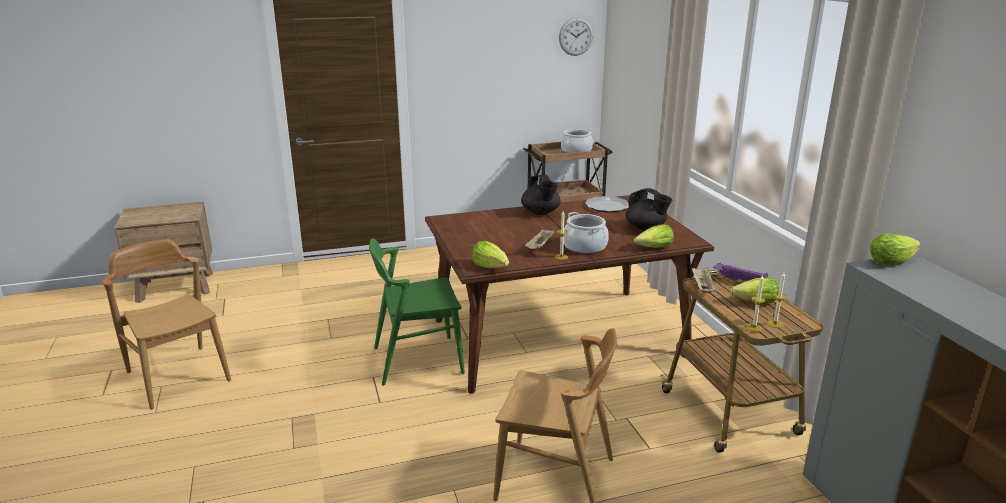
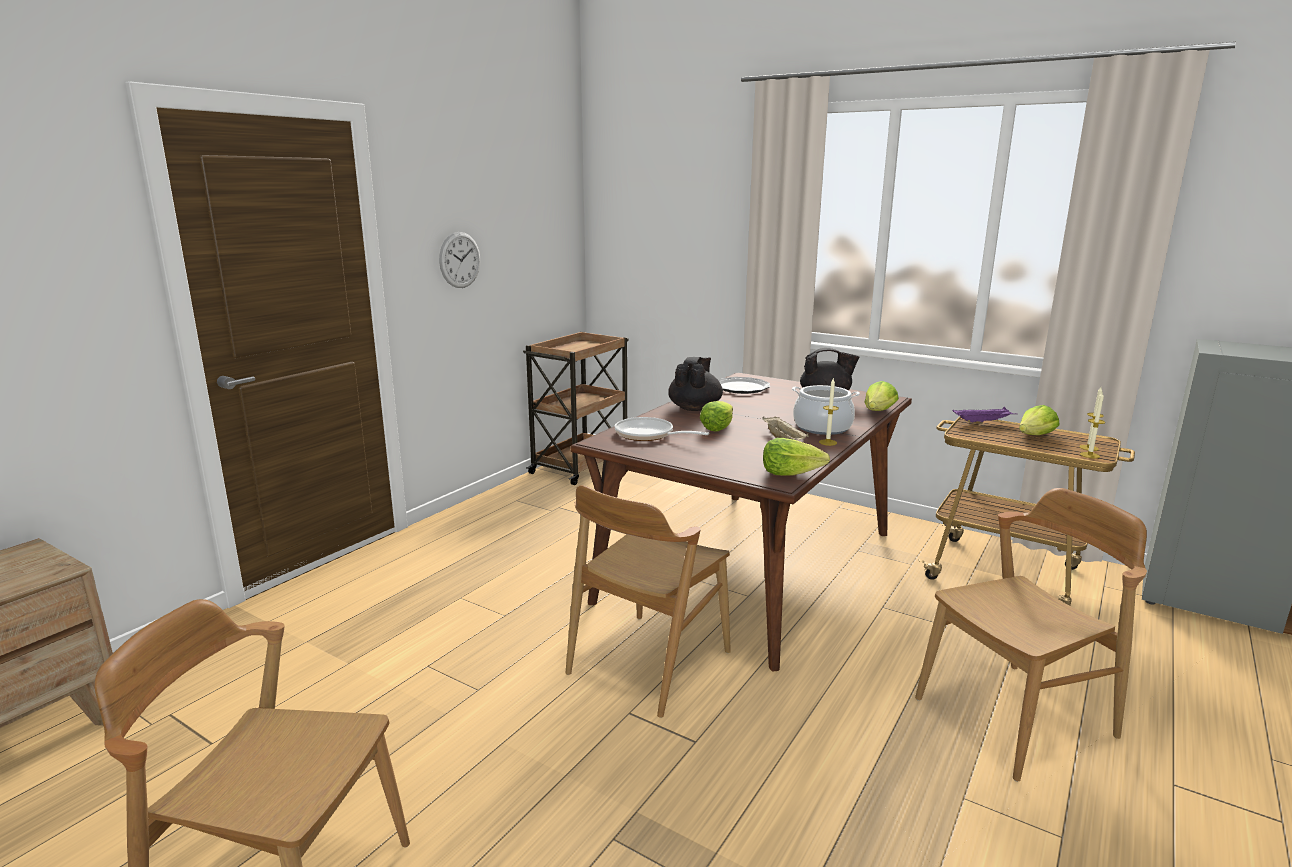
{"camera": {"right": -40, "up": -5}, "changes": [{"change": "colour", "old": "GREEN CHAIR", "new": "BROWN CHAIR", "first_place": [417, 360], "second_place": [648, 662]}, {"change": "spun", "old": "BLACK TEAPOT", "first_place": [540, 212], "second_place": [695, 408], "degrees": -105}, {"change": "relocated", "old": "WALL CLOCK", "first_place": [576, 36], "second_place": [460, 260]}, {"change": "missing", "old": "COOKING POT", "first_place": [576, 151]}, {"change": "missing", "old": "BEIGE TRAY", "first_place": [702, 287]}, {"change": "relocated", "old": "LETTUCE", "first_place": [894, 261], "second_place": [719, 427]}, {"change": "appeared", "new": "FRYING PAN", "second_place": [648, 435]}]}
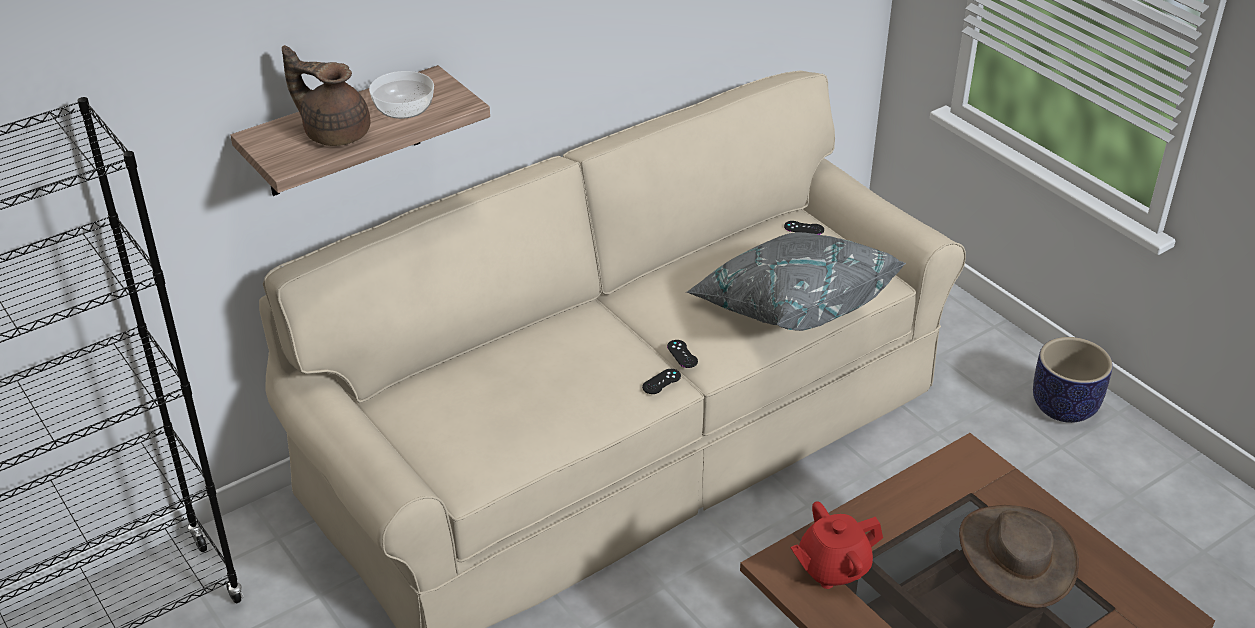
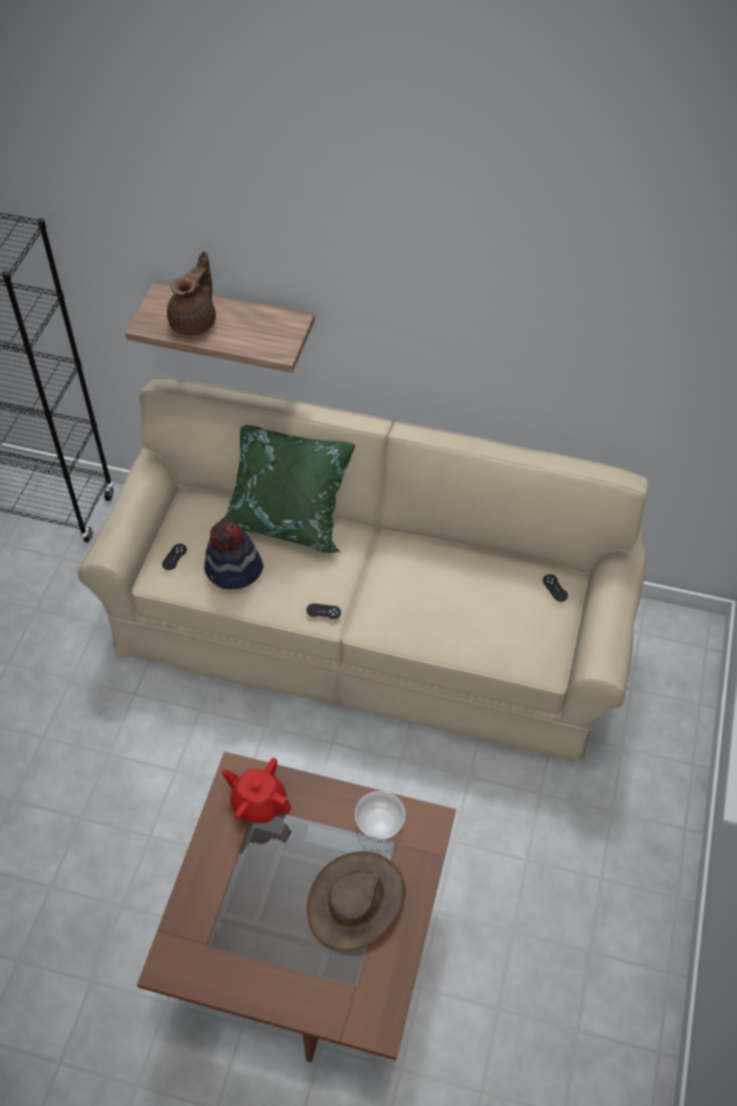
{"camera": {"right": 50, "up": 15}, "changes": [{"change": "spun", "old": "BROWN TEAPOT", "first_place": [335, 133], "second_place": [195, 322], "degrees": 45}, {"change": "relocated", "old": "BOWL", "first_place": [402, 109], "second_place": [379, 821]}, {"change": "relocated", "old": "BLACK GAME CONTROLLER", "first_place": [682, 354], "second_place": [174, 557]}, {"change": "missing", "old": "GREY PILLOW", "first_place": [790, 307]}, {"change": "missing", "old": "PLANTER", "first_place": [1065, 407]}, {"change": "appeared", "new": "HAT", "second_place": [233, 570]}, {"change": "appeared", "new": "GREEN PILLOW", "second_place": [288, 517]}]}
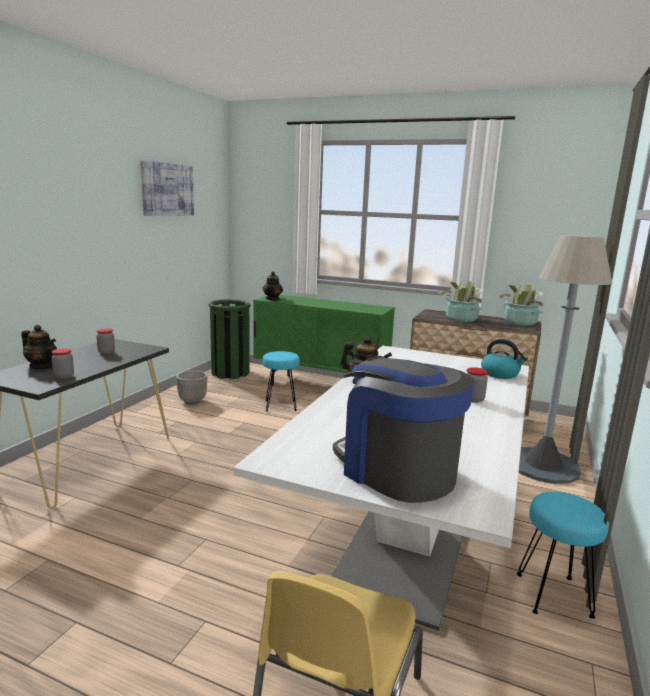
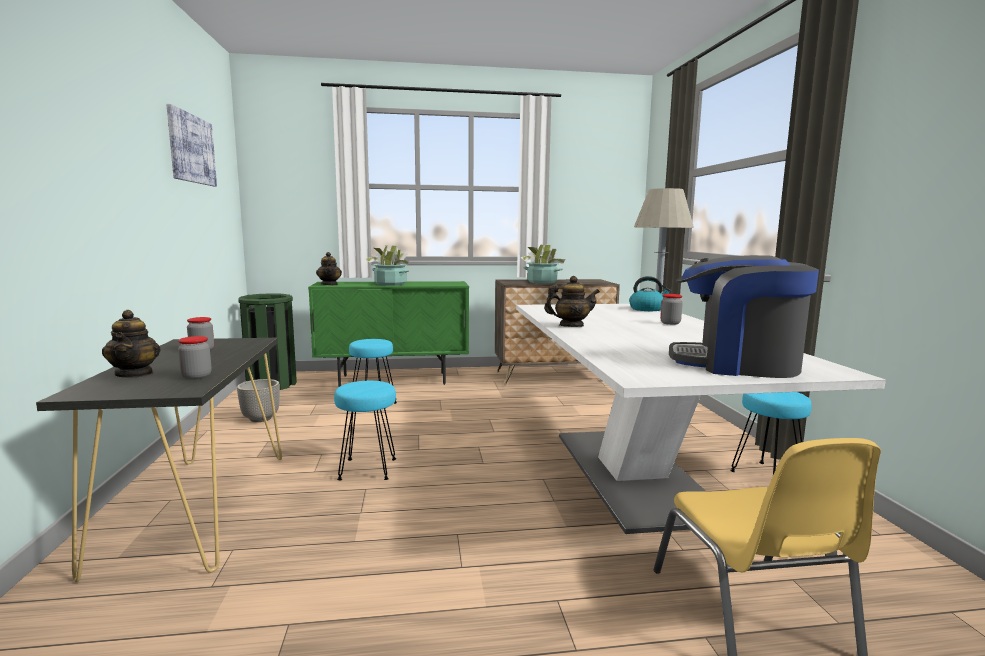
{"camera": {"right": -30, "up": -5}, "changes": [{"change": "spun", "old": "TEAPOT", "first_place": [42, 366], "second_place": [135, 374], "degrees": 75}, {"change": "relocated", "old": "POTTED PLANT", "first_place": [520, 322], "second_place": [390, 284]}, {"change": "appeared", "new": "TURQUOISE STOOL", "second_place": [368, 469]}]}
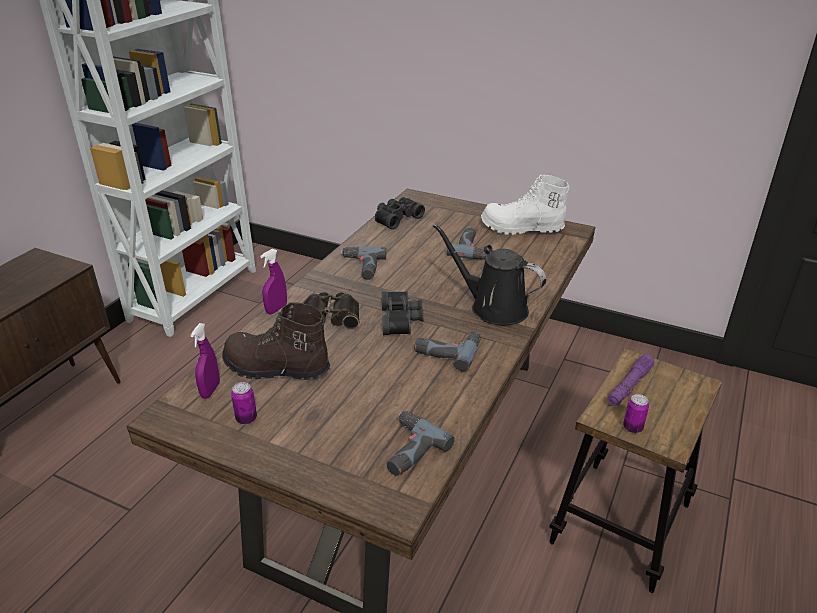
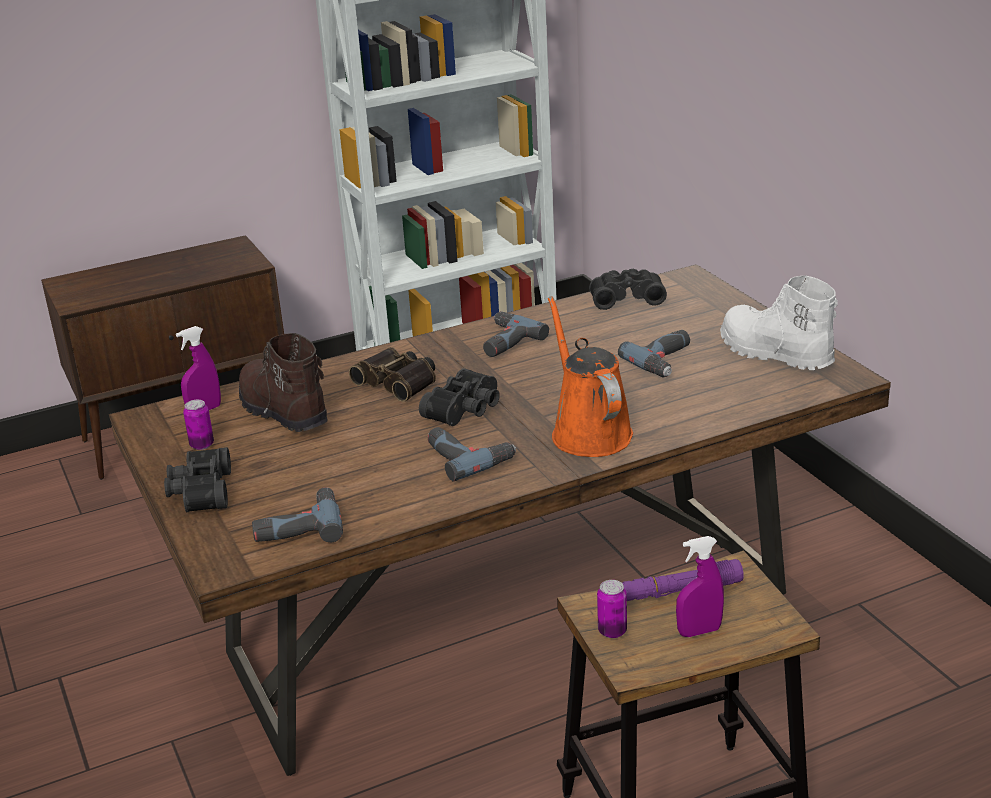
{"camera": {"right": 40, "up": -5}, "changes": [{"change": "relocated", "old": "PURPLE SPRAY BOTTLE", "first_place": [276, 309], "second_place": [699, 631]}, {"change": "colour", "old": "BLACK WATERING CAN", "new": "ORANGE WATERING CAN", "first_place": [493, 307], "second_place": [588, 432]}, {"change": "appeared", "new": "BLACK BINOCULARS", "second_place": [199, 492]}]}
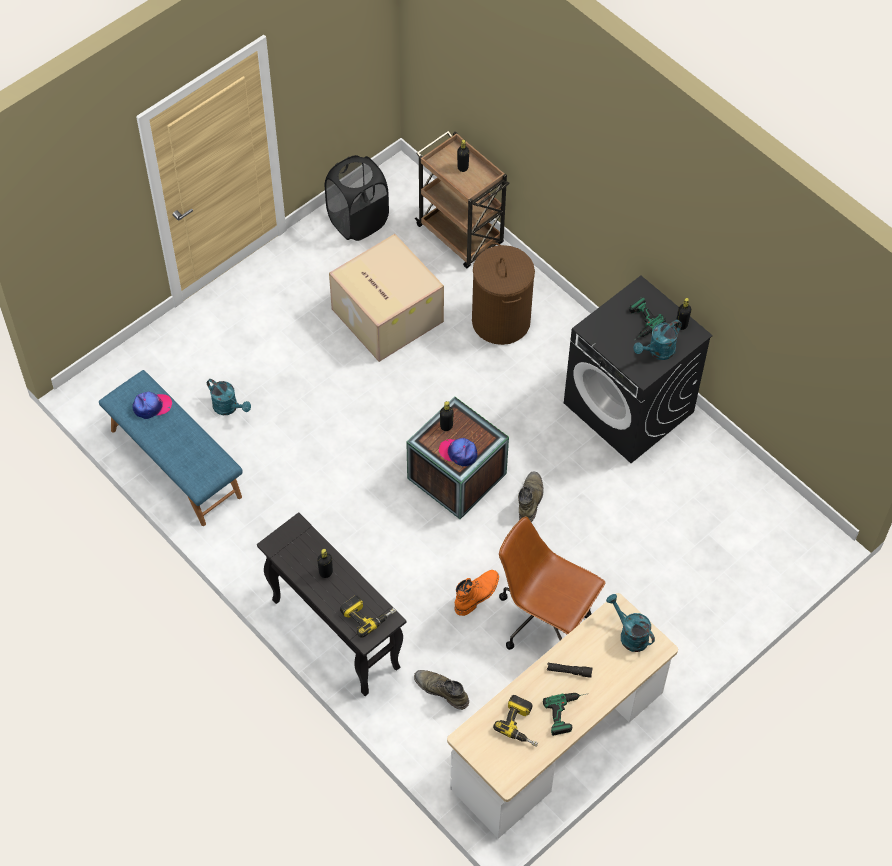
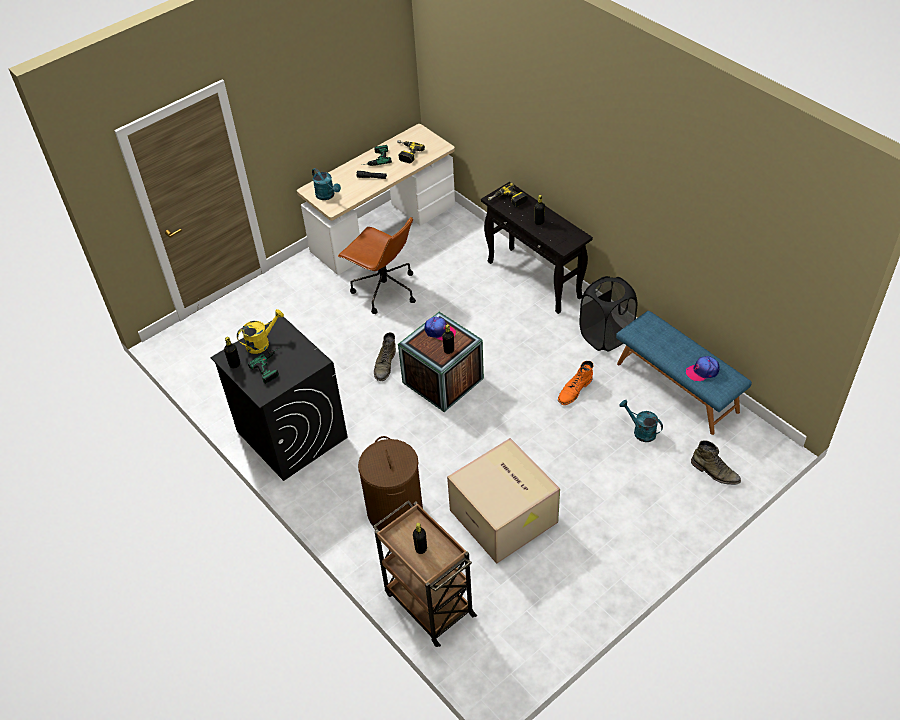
{"camera": {"right": -175, "up": -10}, "changes": [{"change": "relocated", "old": "BLACK LAUNDRY BASKET", "first_place": [358, 221], "second_place": [605, 336]}, {"change": "relocated", "old": "GREEN BOOT", "first_place": [441, 690], "second_place": [715, 472]}, {"change": "relocated", "old": "ORANGE BOOT", "first_place": [477, 594], "second_place": [574, 390]}, {"change": "colour", "old": "TURQUOISE WATERING CAN", "new": "YELLOW WATERING CAN", "first_place": [658, 352], "second_place": [261, 342]}]}
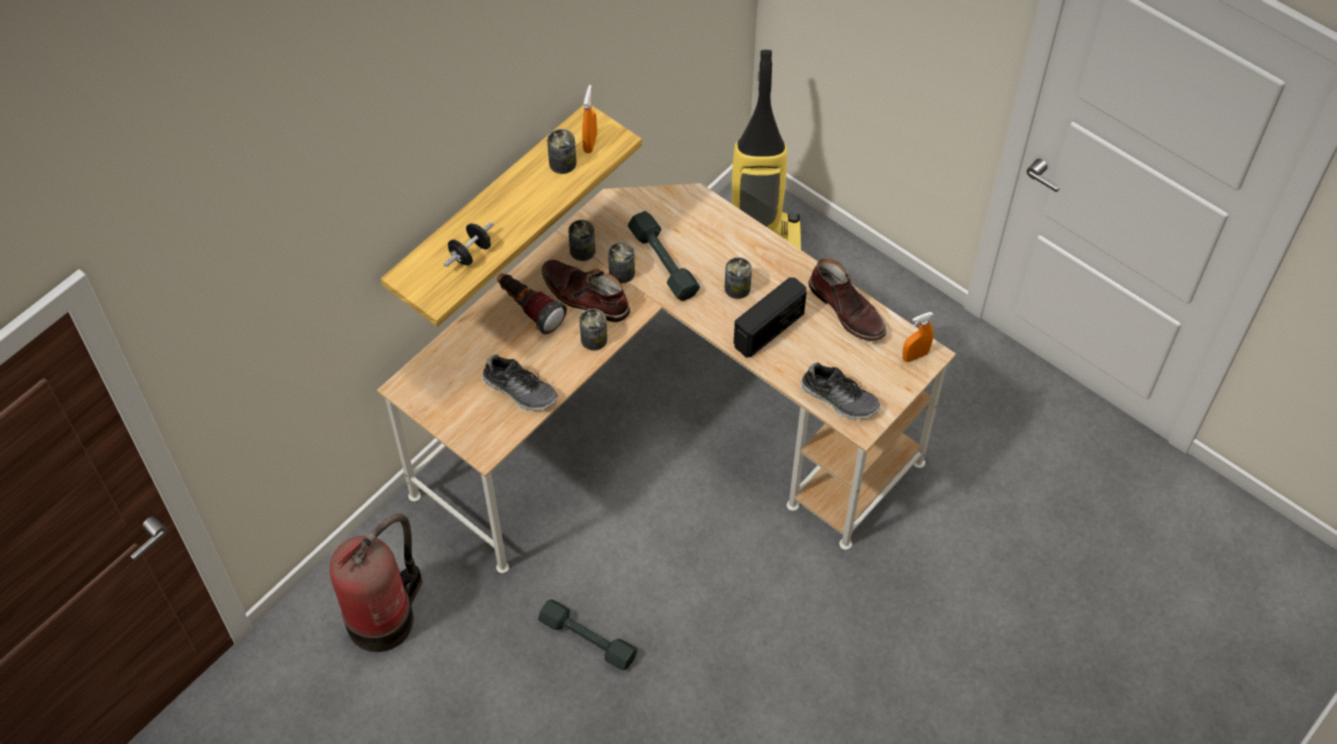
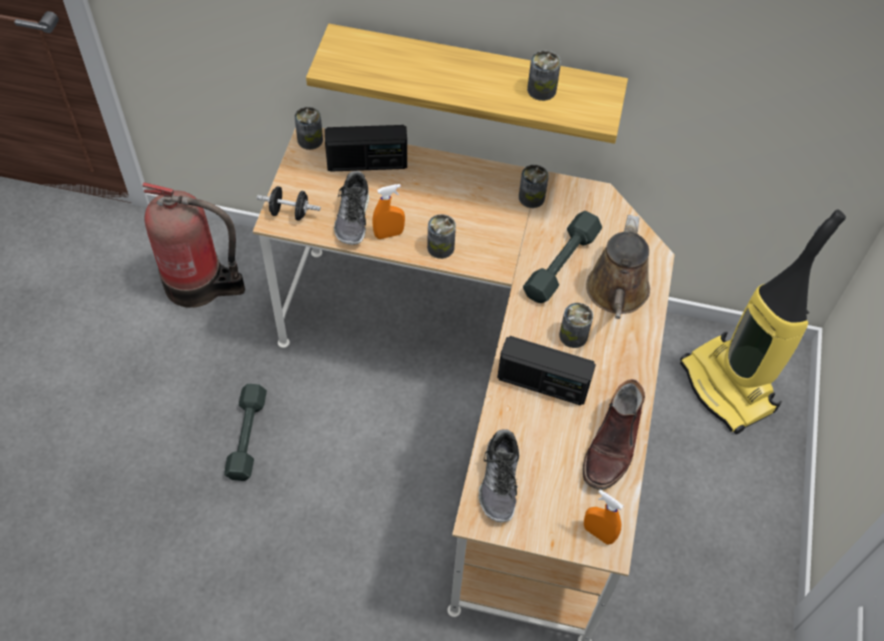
{"camera": {"right": 60, "up": 0}, "changes": [{"change": "relocated", "old": "BLACK DUMBBELL", "first_place": [470, 253], "second_place": [289, 212]}, {"change": "missing", "old": "FLASHLIGHT", "first_place": [529, 309]}, {"change": "missing", "old": "BROWN BOOT", "first_place": [584, 296]}, {"change": "relocated", "old": "ORANGE SPRAY BOTTLE", "first_place": [590, 143], "second_place": [389, 234]}, {"change": "relocated", "old": "CAN", "first_place": [621, 273], "second_place": [310, 140]}, {"change": "appeared", "new": "RADIO", "second_place": [367, 163]}, {"change": "appeared", "new": "BROWN WATERING CAN", "second_place": [617, 294]}]}
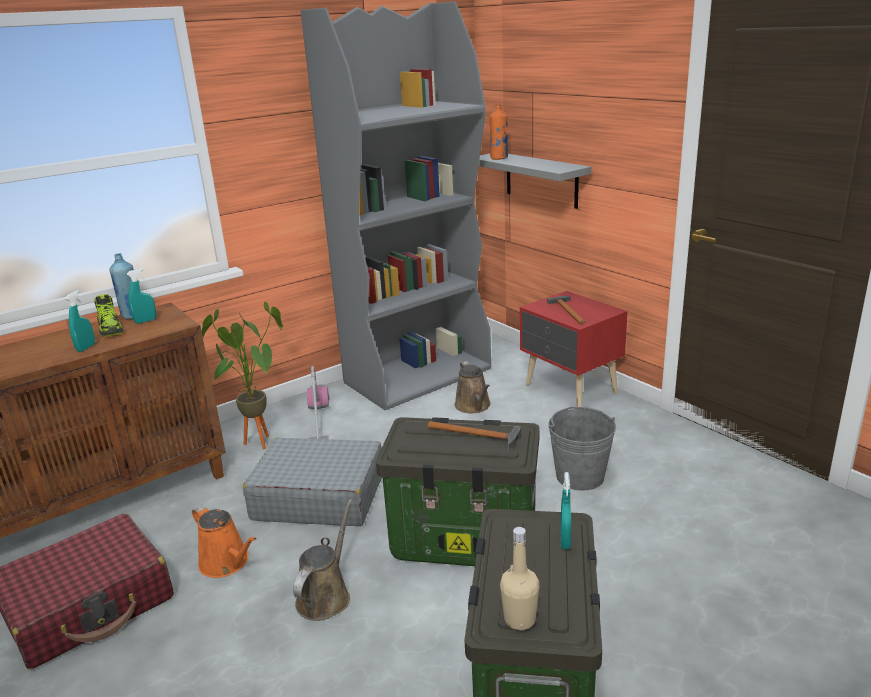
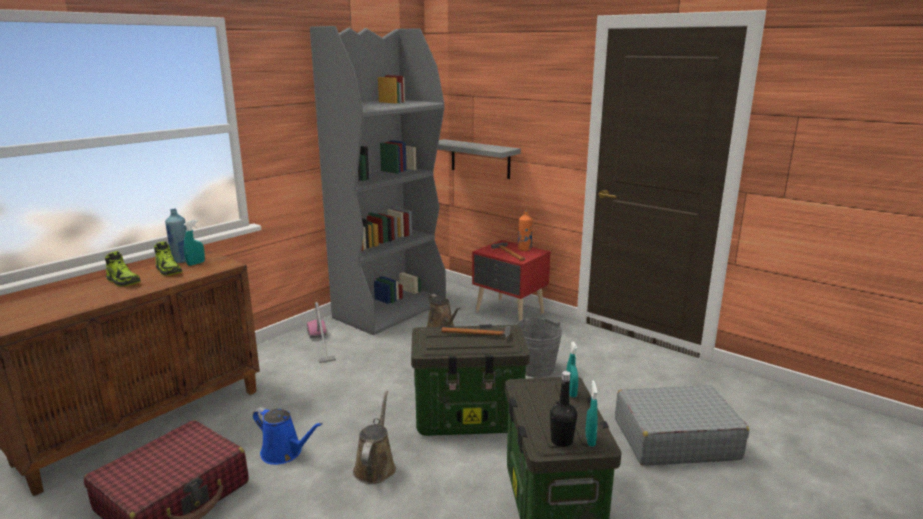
{"camera": {"right": -15, "up": -5}, "changes": [{"change": "relocated", "old": "TURQUOISE SPRAY BOTTLE", "first_place": [86, 348], "second_place": [590, 440]}, {"change": "colour", "old": "ORANGE WATERING CAN", "new": "BLUE WATERING CAN", "first_place": [227, 563], "second_place": [284, 453]}, {"change": "missing", "old": "POTTED PLANT", "first_place": [258, 439]}, {"change": "relocated", "old": "GREY SUITCASE", "first_place": [318, 497], "second_place": [674, 439]}, {"change": "relocated", "old": "ORANGE BOTTLE", "first_place": [499, 158], "second_place": [524, 249]}, {"change": "colour", "old": "BEIGE BOTTLE", "new": "BLACK BOTTLE", "first_place": [519, 619], "second_place": [561, 441]}, {"change": "appeared", "new": "SHOE", "second_place": [123, 281]}]}
